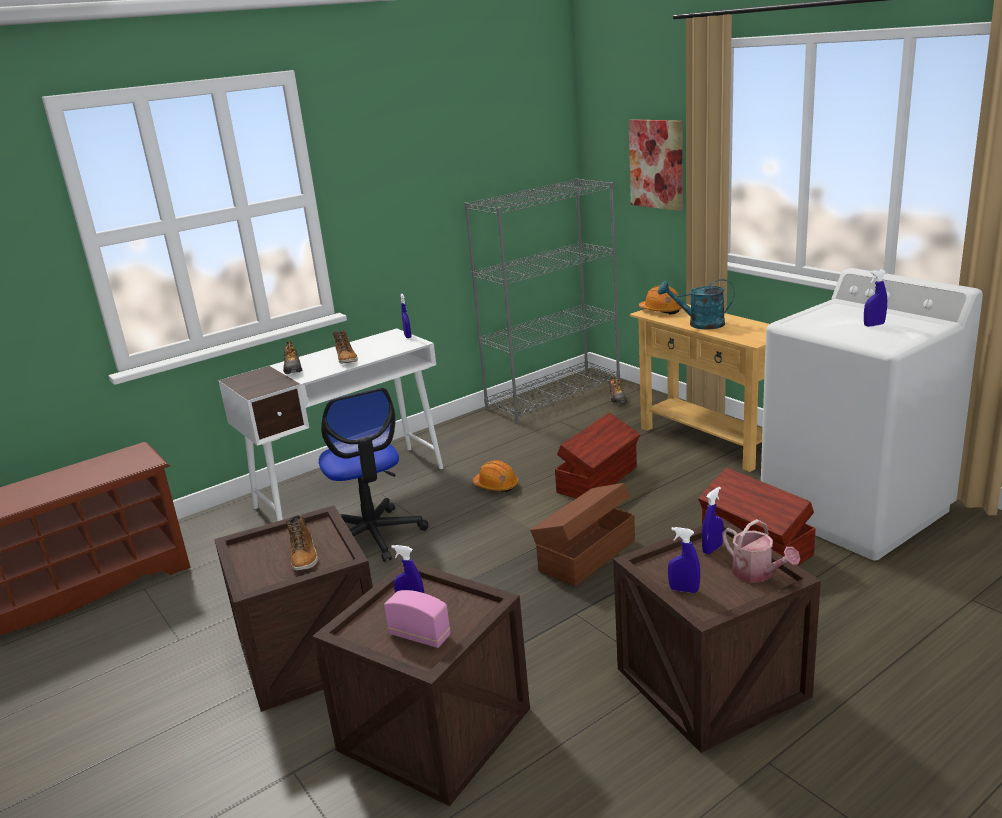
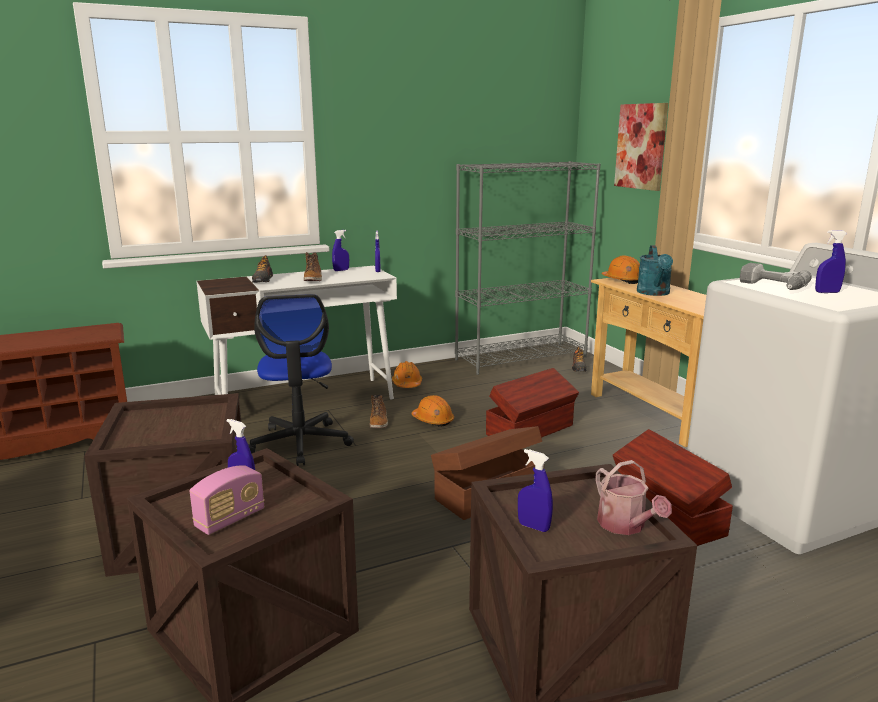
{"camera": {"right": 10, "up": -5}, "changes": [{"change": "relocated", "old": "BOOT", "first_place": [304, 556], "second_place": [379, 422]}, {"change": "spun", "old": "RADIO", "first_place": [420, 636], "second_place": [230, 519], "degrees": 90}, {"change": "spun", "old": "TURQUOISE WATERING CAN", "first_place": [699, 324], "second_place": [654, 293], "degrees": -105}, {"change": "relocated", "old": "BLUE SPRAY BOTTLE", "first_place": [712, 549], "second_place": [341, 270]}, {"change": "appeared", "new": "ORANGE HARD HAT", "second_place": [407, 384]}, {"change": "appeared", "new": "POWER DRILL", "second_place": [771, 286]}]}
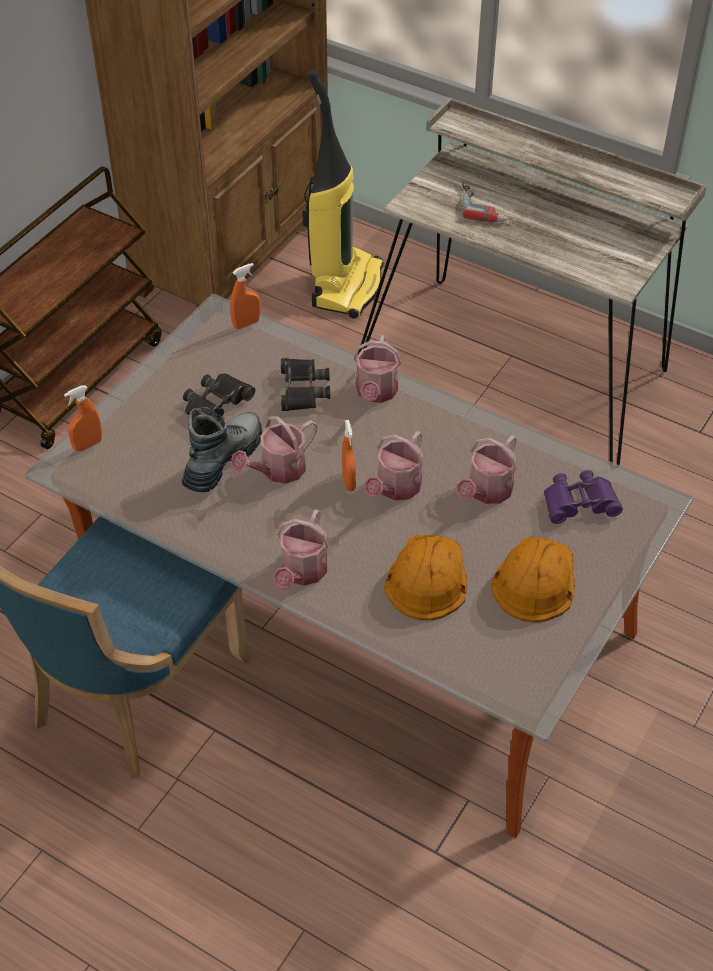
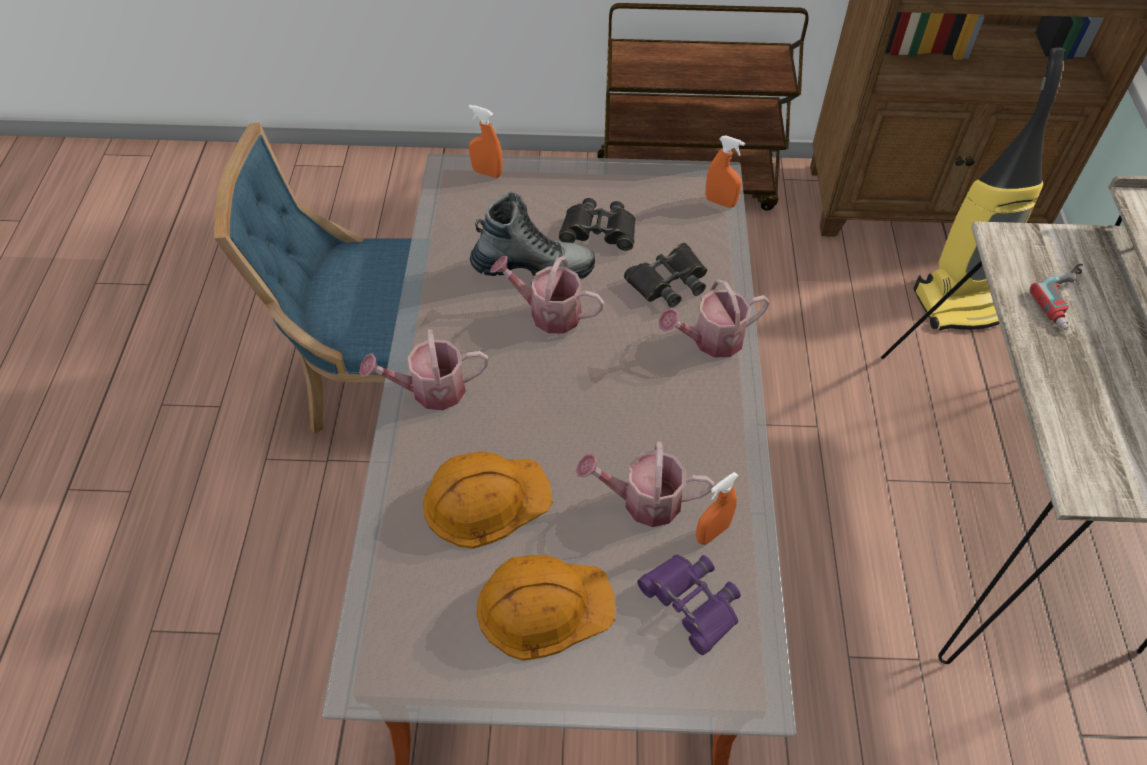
{"camera": {"right": 60, "up": 5}, "changes": [{"change": "relocated", "old": "ORANGE SPRAY BOTTLE", "first_place": [348, 481], "second_place": [712, 532]}, {"change": "missing", "old": "WATERING CAN", "first_place": [395, 488]}]}
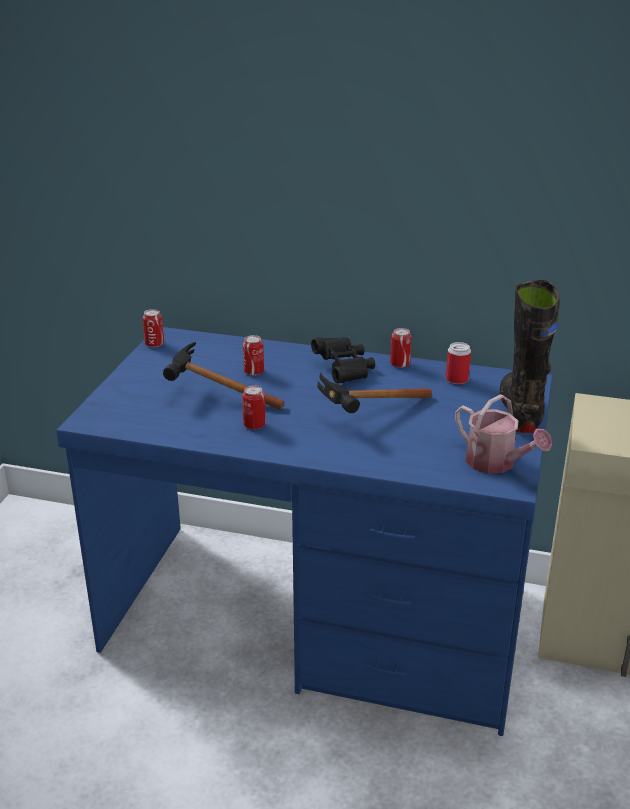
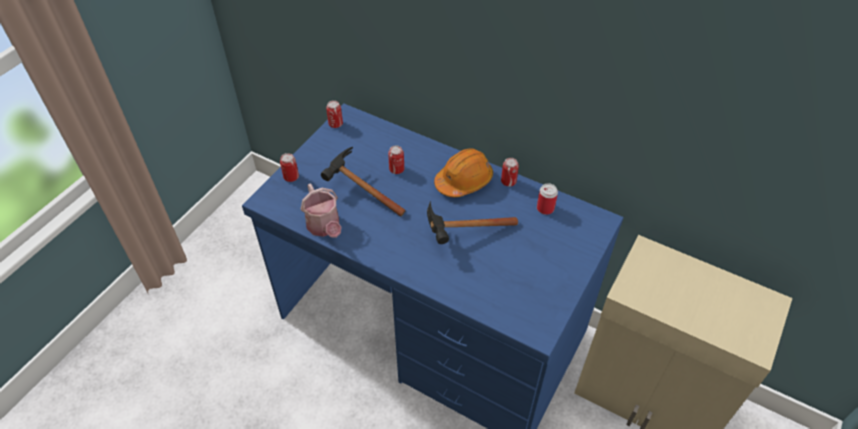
{"camera": {"right": 15, "up": 20}, "changes": [{"change": "relocated", "old": "CAN", "first_place": [254, 425], "second_place": [291, 177]}, {"change": "exchanged", "old": "BLACK BINOCULARS", "new": "ORANGE HARD HAT", "first_place": [344, 370], "second_place": [464, 181]}, {"change": "relocated", "old": "WATERING CAN", "first_place": [496, 463], "second_place": [325, 227]}, {"change": "missing", "old": "BLACK BOOT", "first_place": [520, 411]}]}
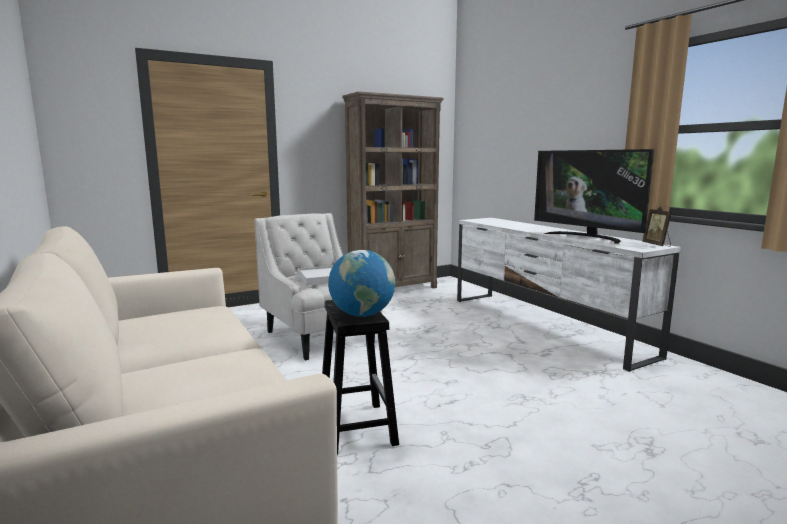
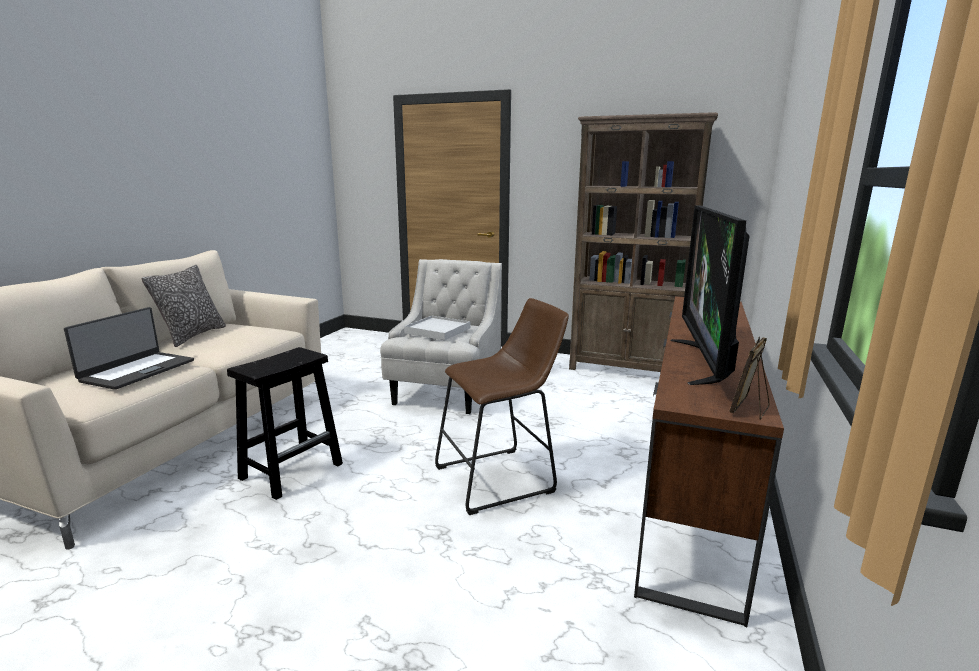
{"camera": {"right": 50, "up": 5}, "changes": [{"change": "missing", "old": "GLOBE", "first_place": [362, 315]}, {"change": "colour", "old": "WHITE TV STAND", "new": "BROWN TV STAND", "first_place": [544, 325], "second_place": [690, 482]}, {"change": "appeared", "new": "LAPTOP", "second_place": [137, 370]}, {"change": "appeared", "new": "PILLOW", "second_place": [192, 335]}, {"change": "appeared", "new": "BROWN STOOL", "second_place": [501, 478]}]}
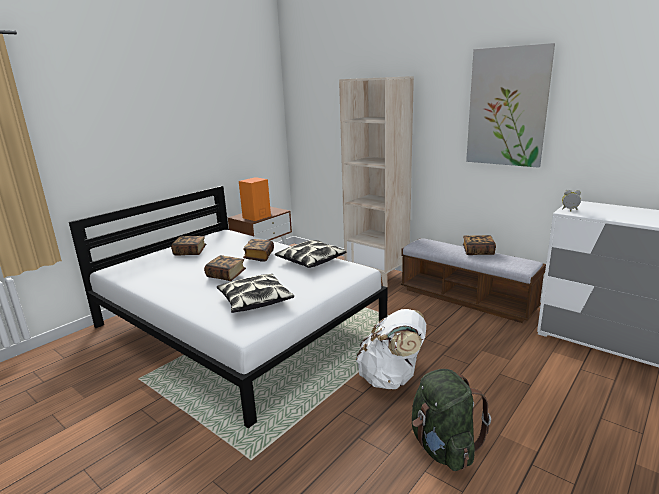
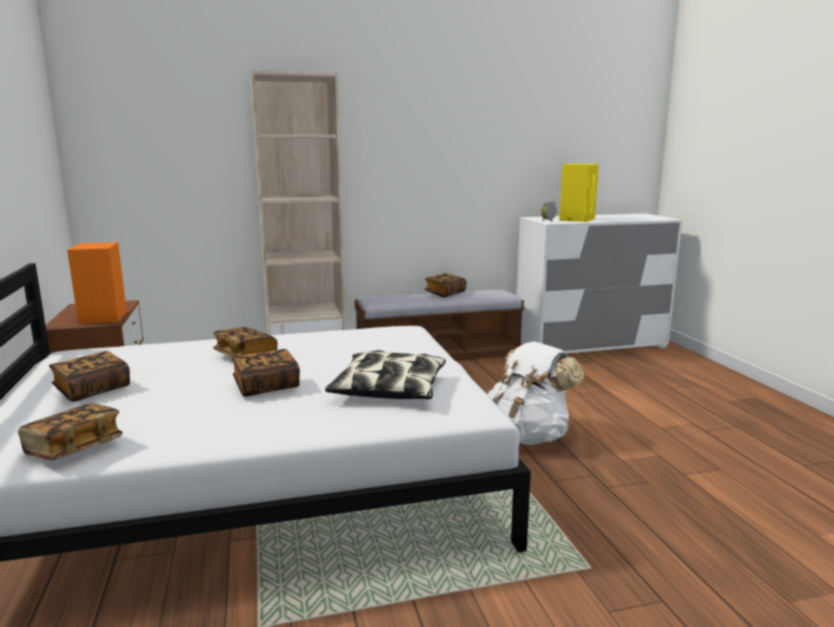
{"camera": {"right": -55, "up": -5}, "changes": [{"change": "missing", "old": "PILLOW", "first_place": [310, 260]}, {"change": "missing", "old": "GREEN BACKPACK", "first_place": [443, 447]}, {"change": "missing", "old": "PICTURE", "first_place": [507, 107]}, {"change": "appeared", "new": "BOOK", "second_place": [74, 449]}, {"change": "appeared", "new": "YELLOW SPEAKER", "second_place": [577, 219]}]}
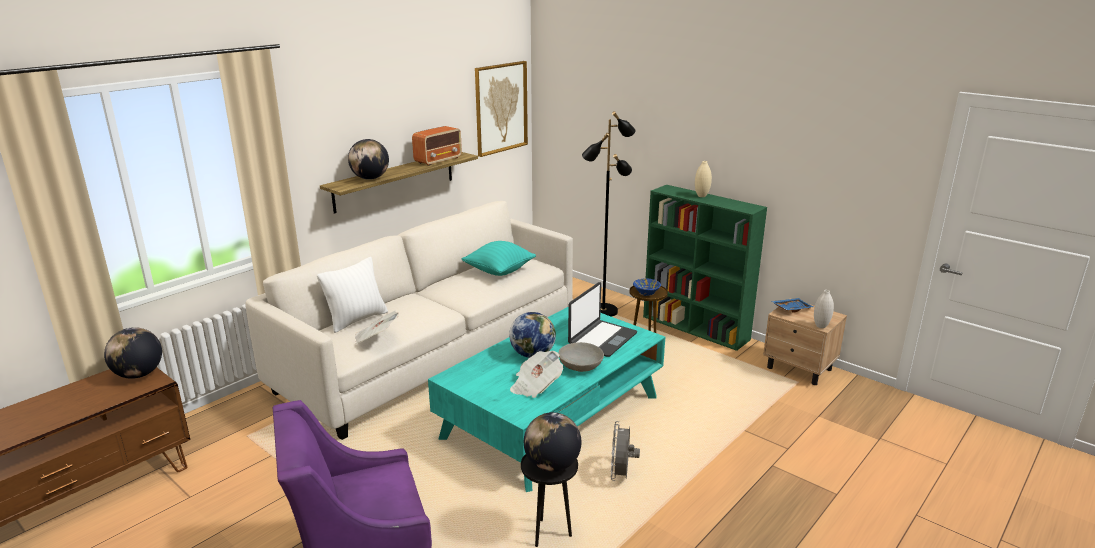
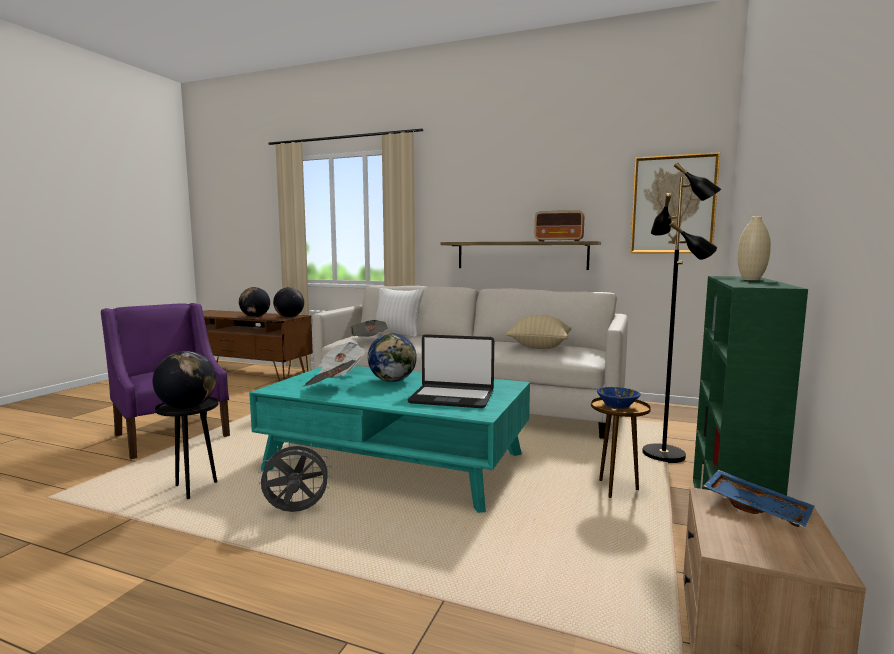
{"camera": {"right": 70, "up": -15}, "changes": [{"change": "relocated", "old": "GLOBE", "first_place": [370, 178], "second_place": [255, 316]}, {"change": "colour", "old": "TURQUOISE PILLOW", "new": "BEIGE PILLOW", "first_place": [499, 271], "second_place": [539, 347]}, {"change": "missing", "old": "GREY BOWL", "first_place": [580, 366]}, {"change": "missing", "old": "WHITE VASE", "first_place": [821, 326]}, {"change": "appeared", "new": "NEWSPAPER", "second_place": [339, 373]}]}
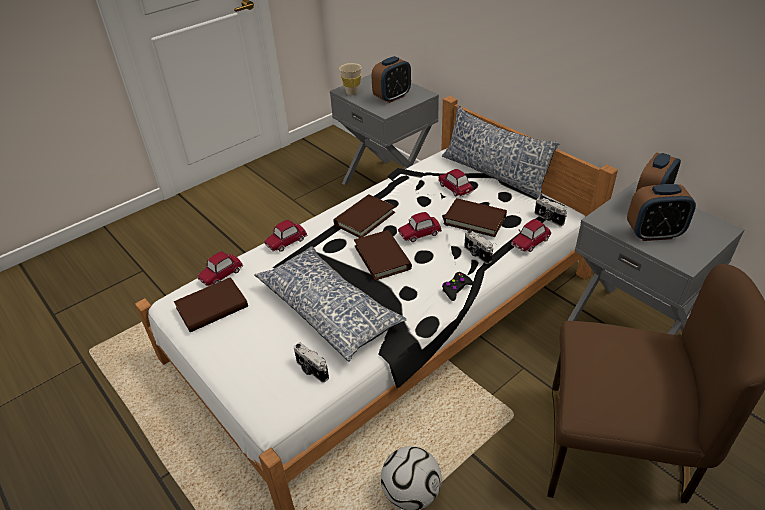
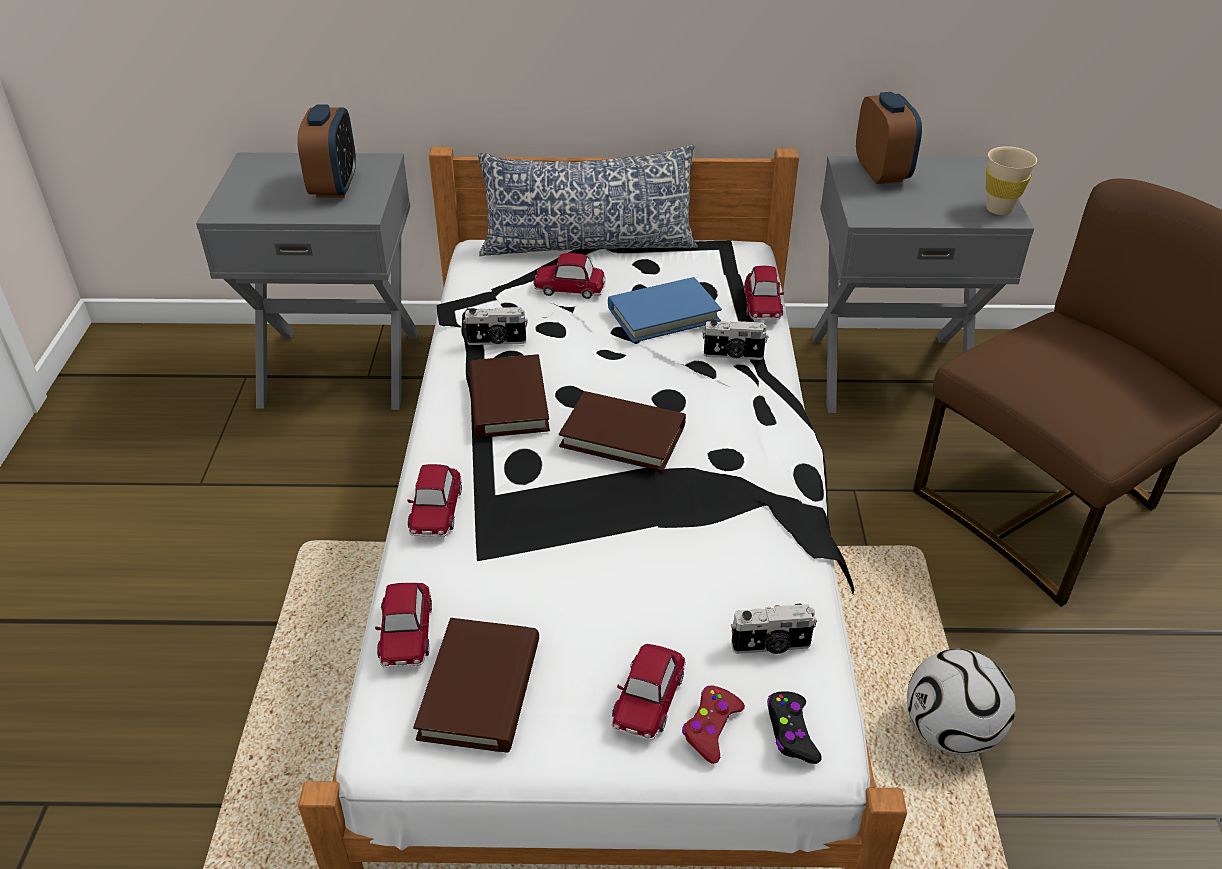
{"camera": {"right": -50, "up": 0}, "changes": [{"change": "missing", "old": "PILLOW", "first_place": [329, 309]}, {"change": "relocated", "old": "BEIGE CUP", "first_place": [352, 93], "second_place": [999, 209]}, {"change": "relocated", "old": "TOY CAR", "first_place": [419, 233], "second_place": [648, 699]}, {"change": "relocated", "old": "BLACK GAME CONTROLLER", "first_place": [456, 289], "second_place": [791, 732]}, {"change": "colour", "old": "BROWN BOOK", "new": "BLUE BOOK", "first_place": [475, 220], "second_place": [663, 314]}, {"change": "relocated", "old": "PHOTO CAMERA", "first_place": [548, 219], "second_place": [497, 341]}, {"change": "missing", "old": "ALARM CLOCK", "first_place": [653, 234]}, {"change": "appeared", "new": "RED GAME CONTROLLER", "second_place": [711, 728]}]}
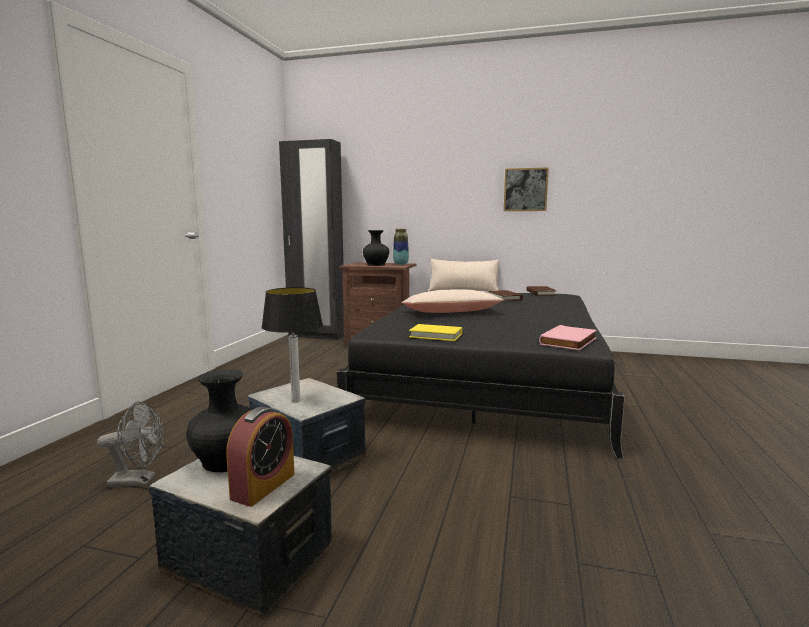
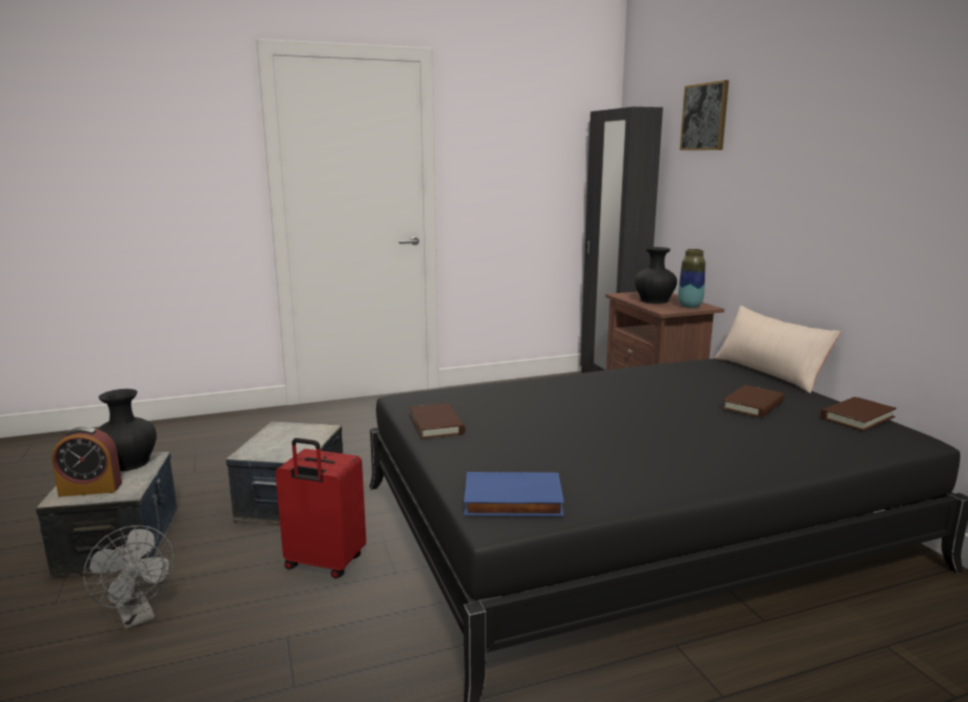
{"camera": {"right": 55, "up": 5}, "changes": [{"change": "relocated", "old": "GREY FAN", "first_place": [139, 480], "second_place": [137, 617]}, {"change": "missing", "old": "TABLE LAMP", "first_place": [296, 400]}, {"change": "missing", "old": "BEIGE PILLOW", "first_place": [450, 312]}, {"change": "colour", "old": "YELLOW BOOK", "new": "BROWN BOOK", "first_place": [436, 335], "second_place": [436, 425]}, {"change": "relocated", "old": "PICTURE", "first_place": [525, 189], "second_place": [705, 117]}, {"change": "colour", "old": "PINK BOOK", "new": "BLUE BOOK", "first_place": [569, 342], "second_place": [512, 501]}, {"change": "appeared", "new": "RED SUITCASE", "second_place": [324, 564]}]}
